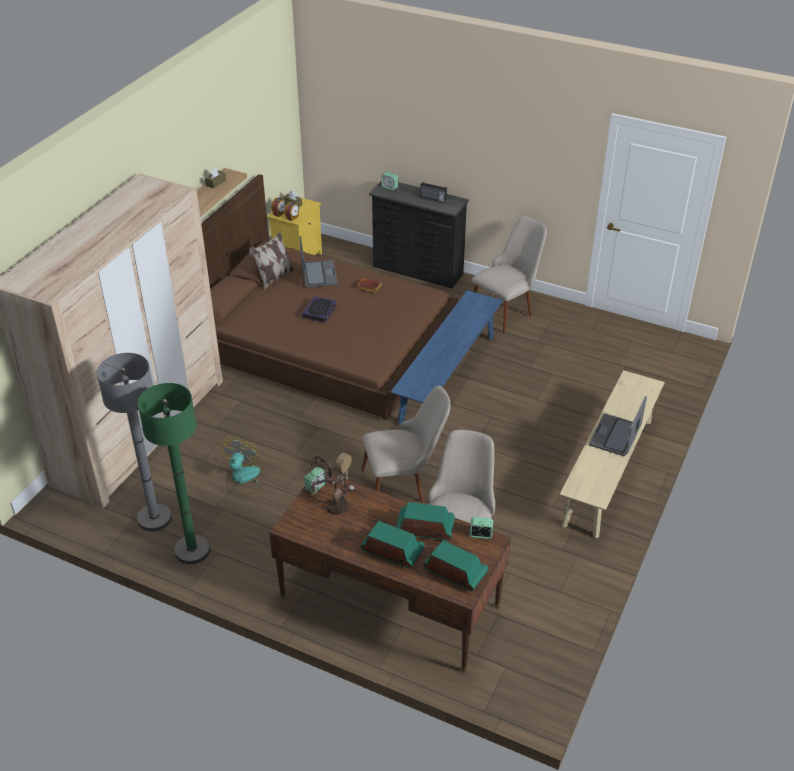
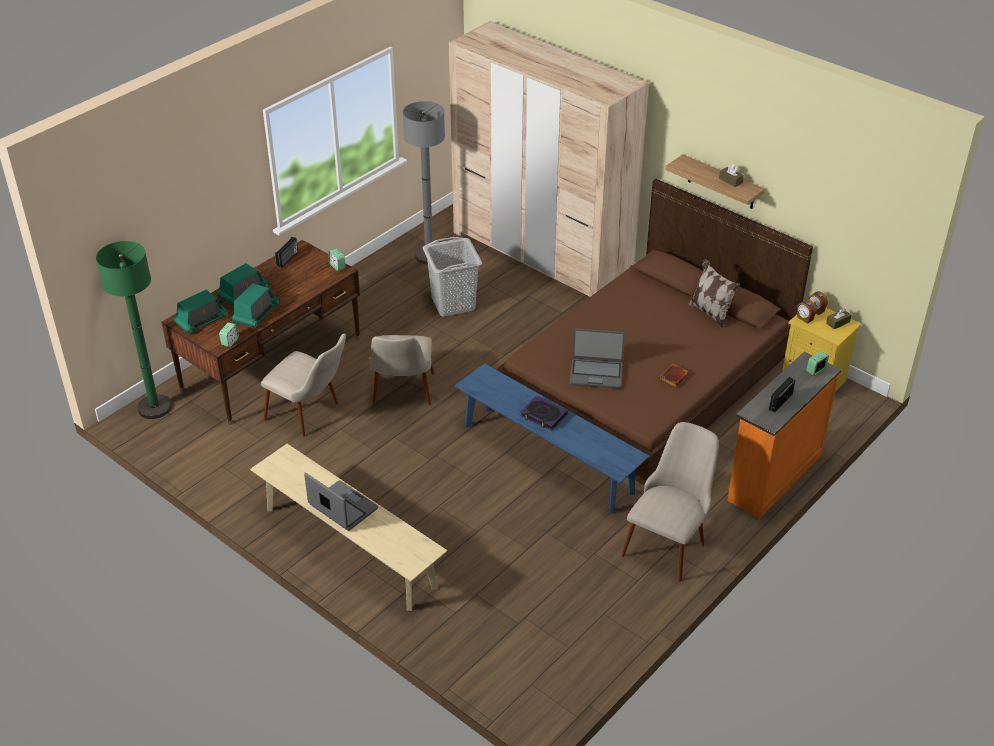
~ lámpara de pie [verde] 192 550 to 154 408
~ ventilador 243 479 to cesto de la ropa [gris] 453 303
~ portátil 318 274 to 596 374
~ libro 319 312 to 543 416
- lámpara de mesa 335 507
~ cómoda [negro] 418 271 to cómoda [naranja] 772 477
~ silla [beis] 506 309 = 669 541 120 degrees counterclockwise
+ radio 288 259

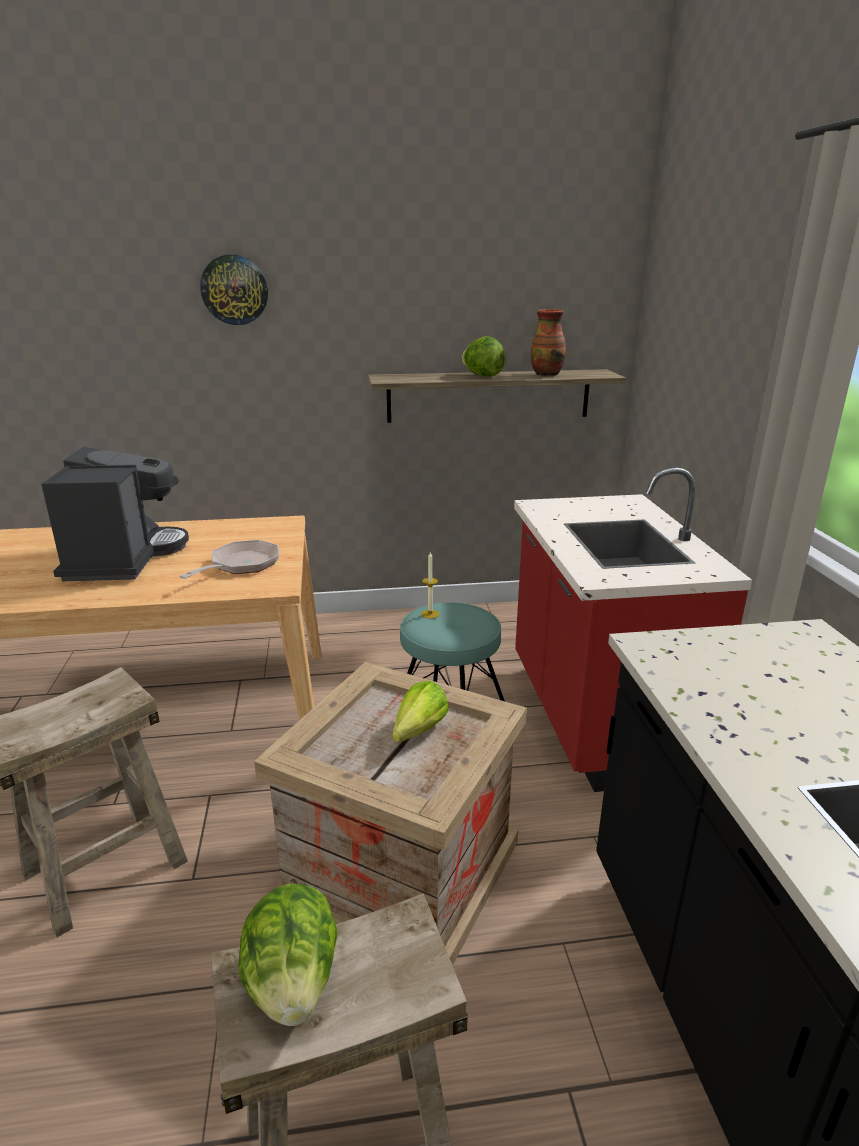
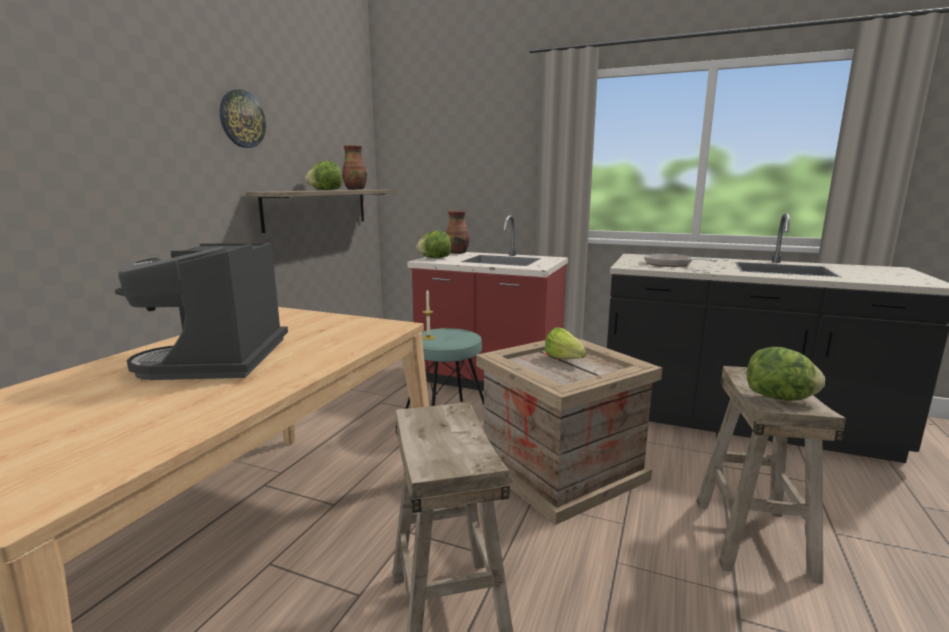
~ cafetera 123 558 = 220 360 120 degrees counterclockwise
~ sartén 241 565 to 670 264
~ reloj de pared 234 290 to 242 119
+ lechuga 434 258
+ florero 458 253

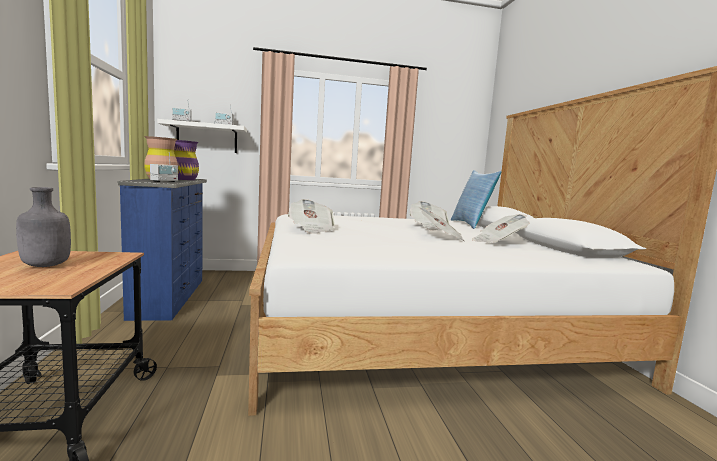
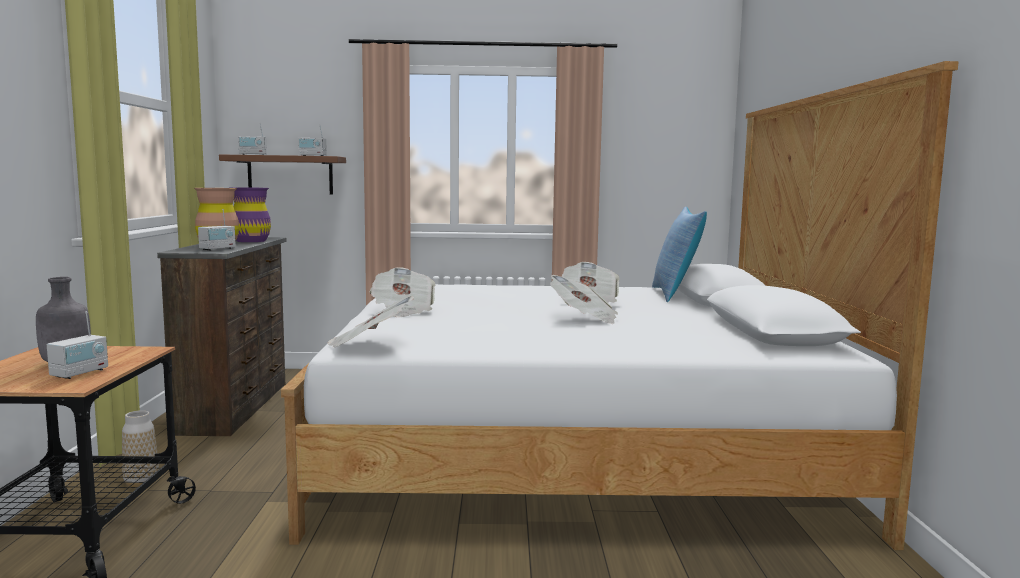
~ cómoda [azul] 171 297 to cómoda [marrón] 237 406
~ estante [blanco] 207 138 to estante [marrón] 290 175
~ periódico 498 242 to 368 345
+ radio 80 373
+ florero 141 483

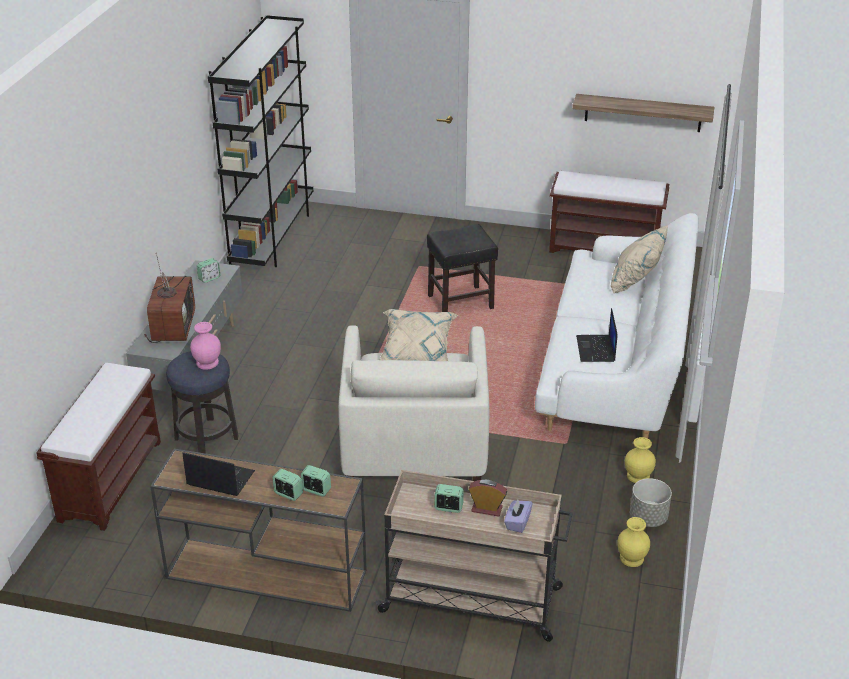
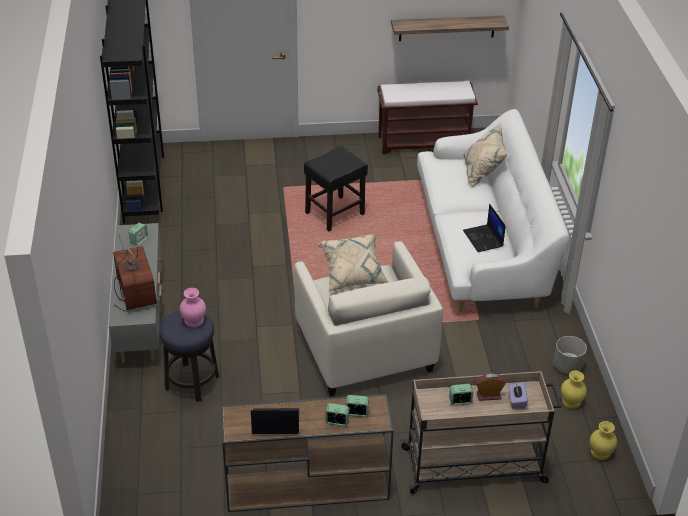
- banco [marrón] 110 479
~ florero [amarillo] 637 476 to 600 452

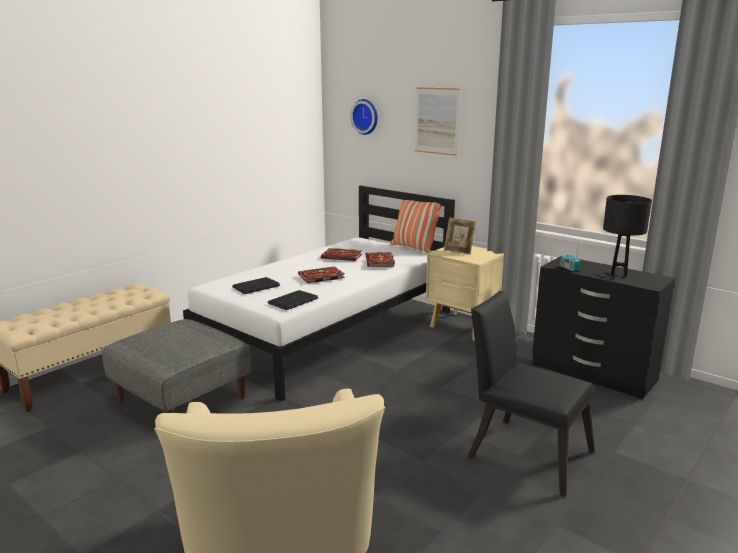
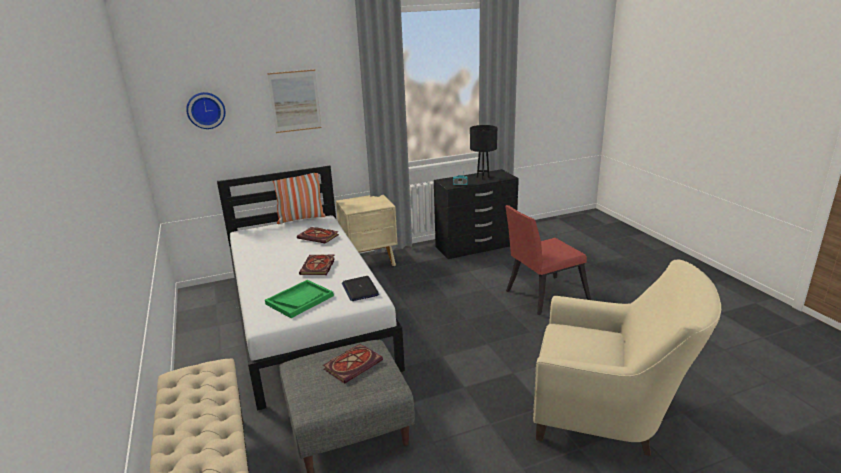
~ portátil 256 286 to bandeja [verde] 300 300
~ libro 343 256 to 353 364
- portarretratos 459 251
~ silla [negro] 524 451 to silla [rojo] 542 296

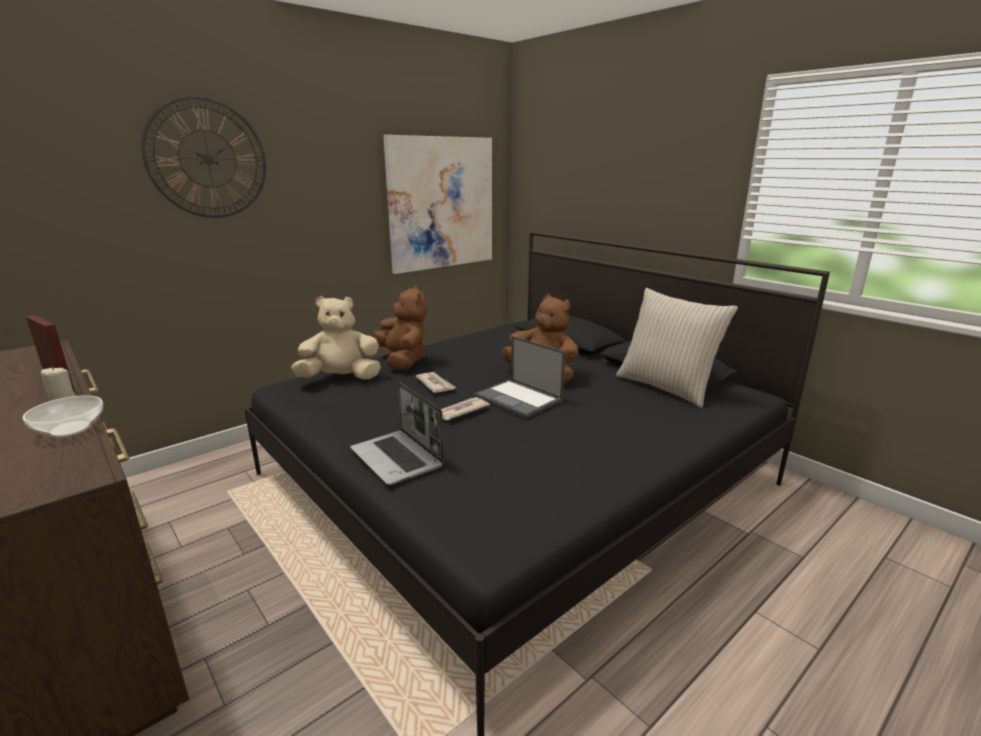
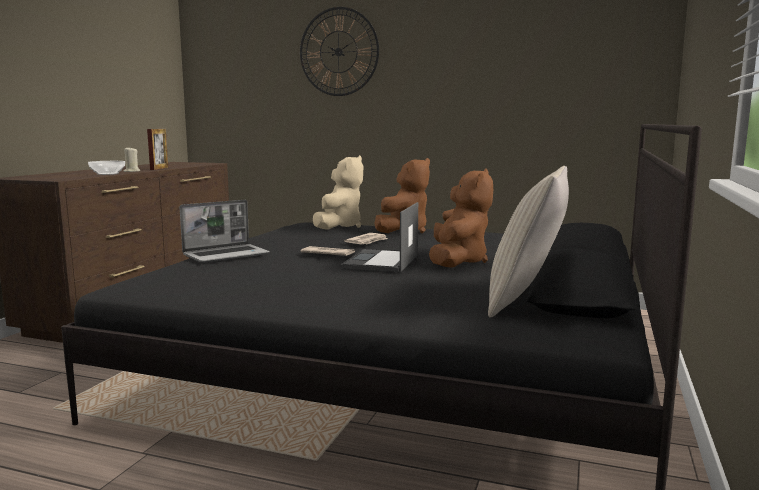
~ peluche [beis] 340 378 = 339 226 60 degrees clockwise
~ portátil 398 458 = 226 255 150 degrees counterclockwise
- cuadro 441 203

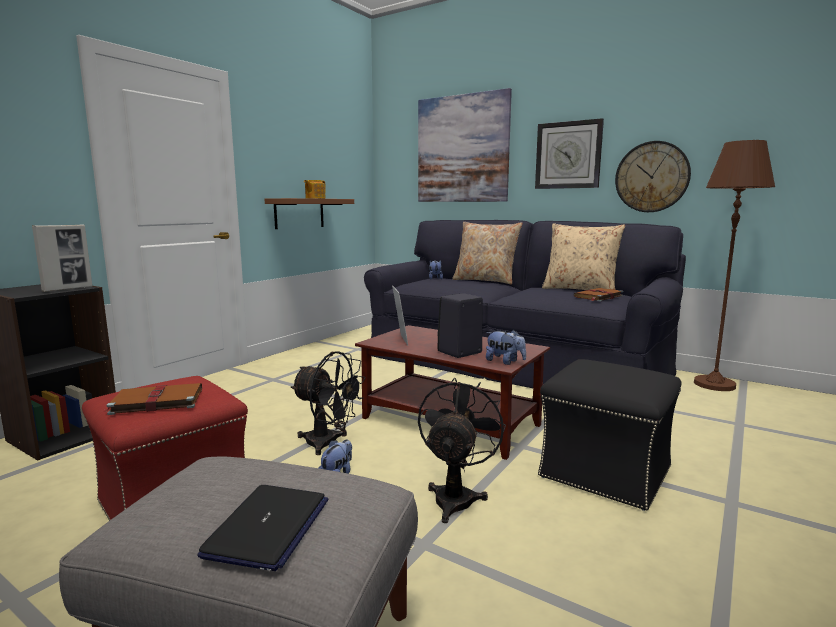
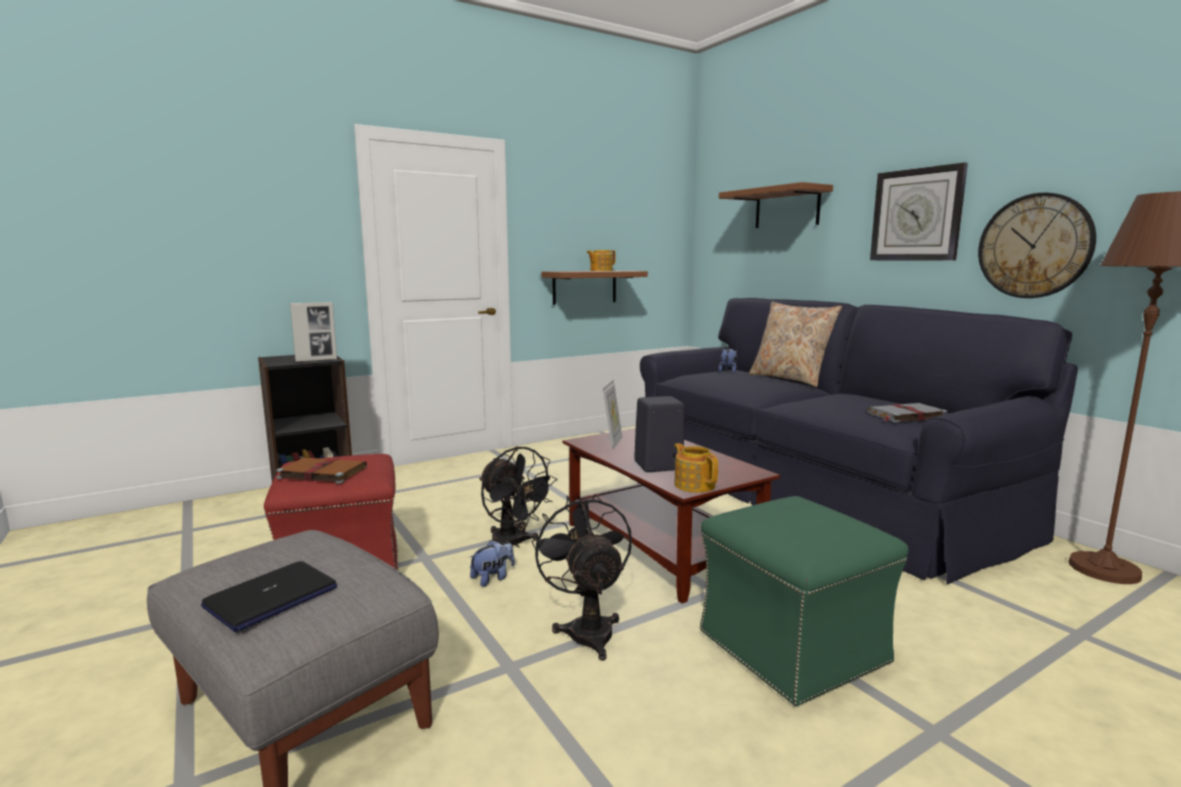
~ cuadro 462 149 to estante [marrón] 787 208
~ ventilador [negro] 456 496 = 587 629 60 degrees counterclockwise
~ peluche 505 361 to tetera 694 485
~ puf [negro] 603 471 to puf [verde] 790 646
- cojín [beis] 580 289
~ libro [marrón] 598 296 to libro [gris] 905 415

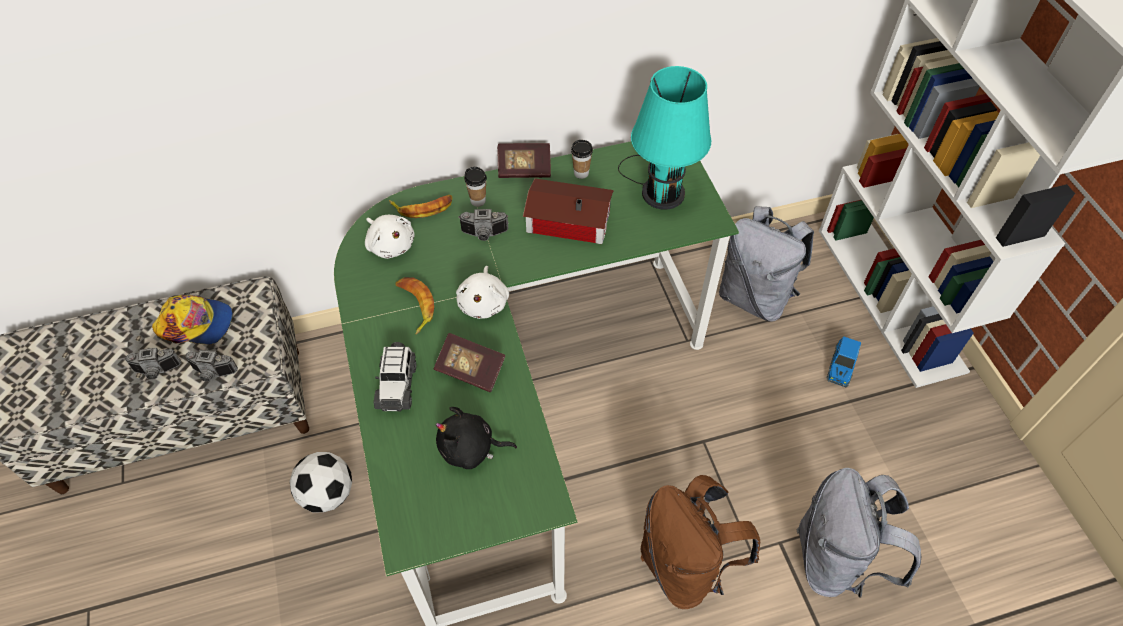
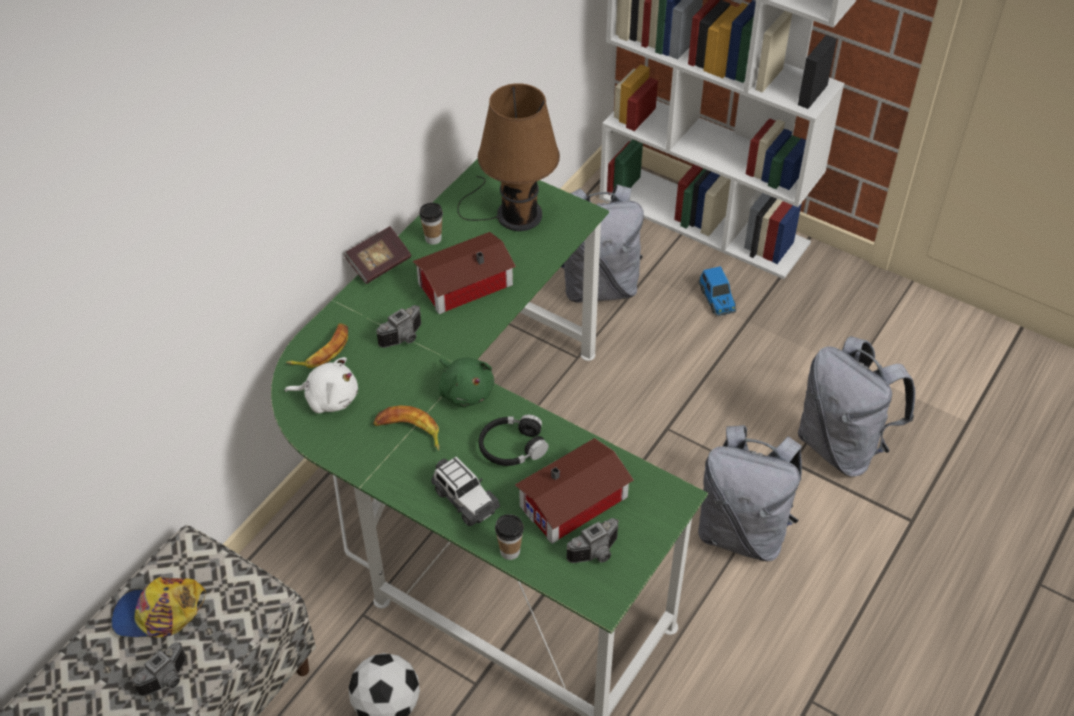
~ gorra 196 323 = 159 613 150 degrees counterclockwise
~ cámara 212 374 to 597 554
~ libro 470 370 to auriculares [negro] 512 447
~ peluche [negro] 471 449 to casita 577 502
~ peluche [blanco] 484 302 to peluche [verde] 465 391
~ taza 478 201 to 510 551
~ lámpara de mesa [turquesa] 660 190 to lámpara de mesa [marrón] 514 214
~ mochila [marrón] 685 565 to mochila [gris] 742 530

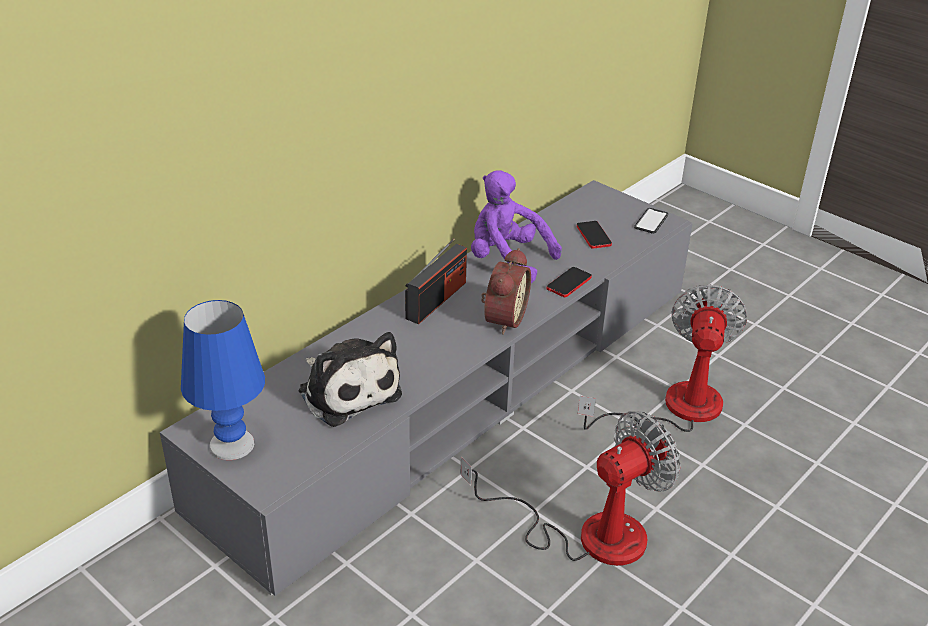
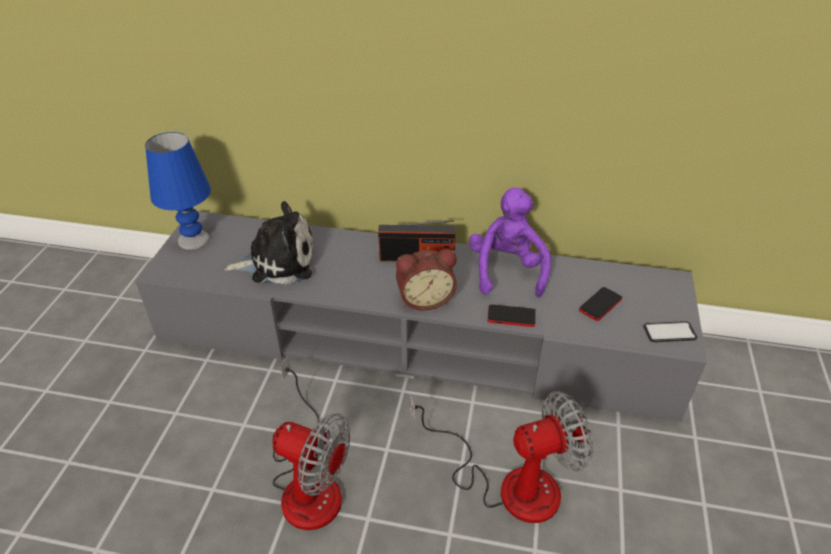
~ peluche 347 390 = 278 261 120 degrees counterclockwise

